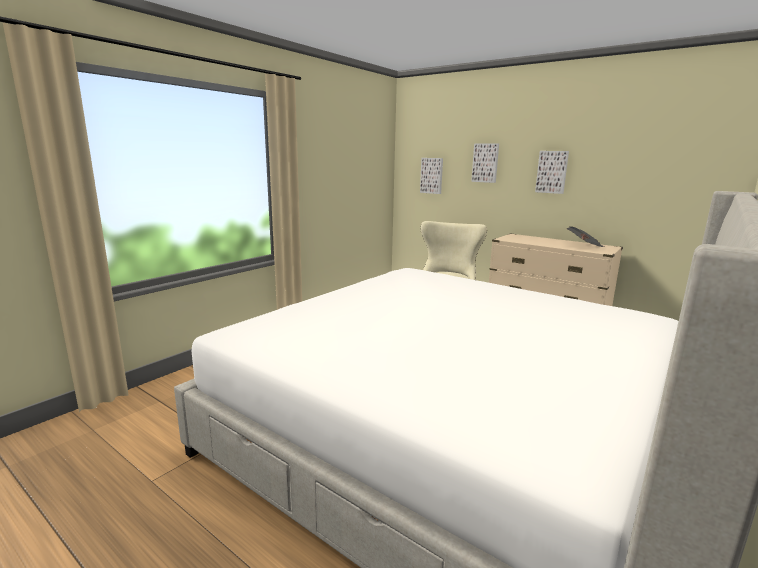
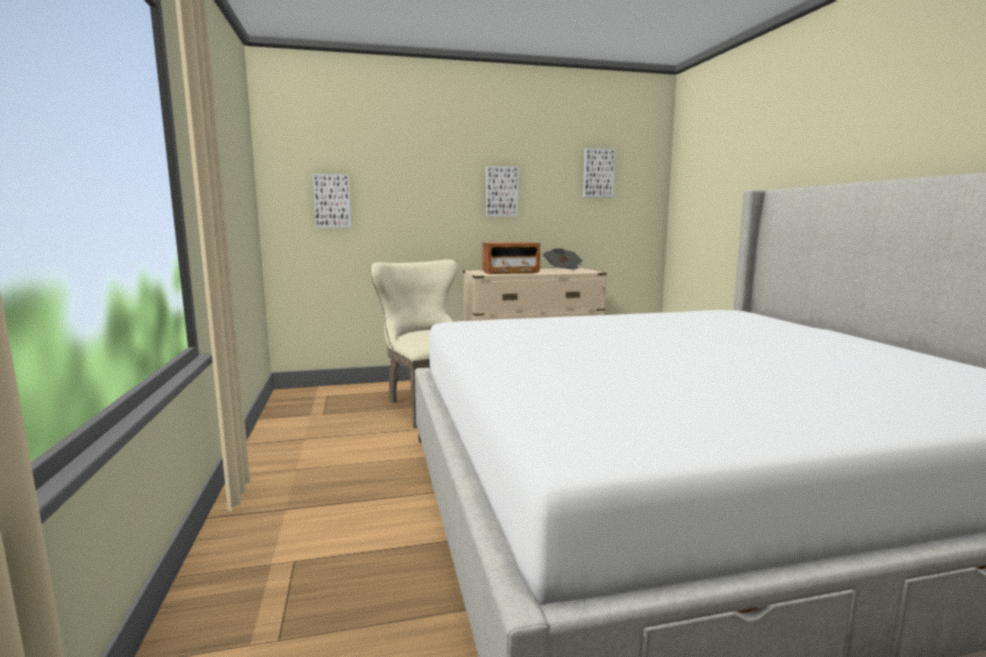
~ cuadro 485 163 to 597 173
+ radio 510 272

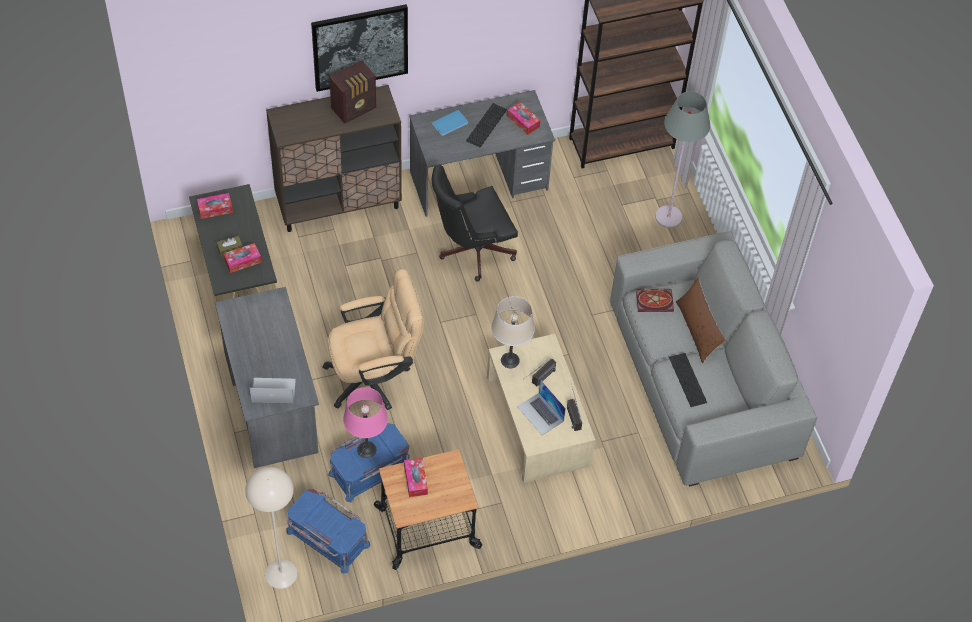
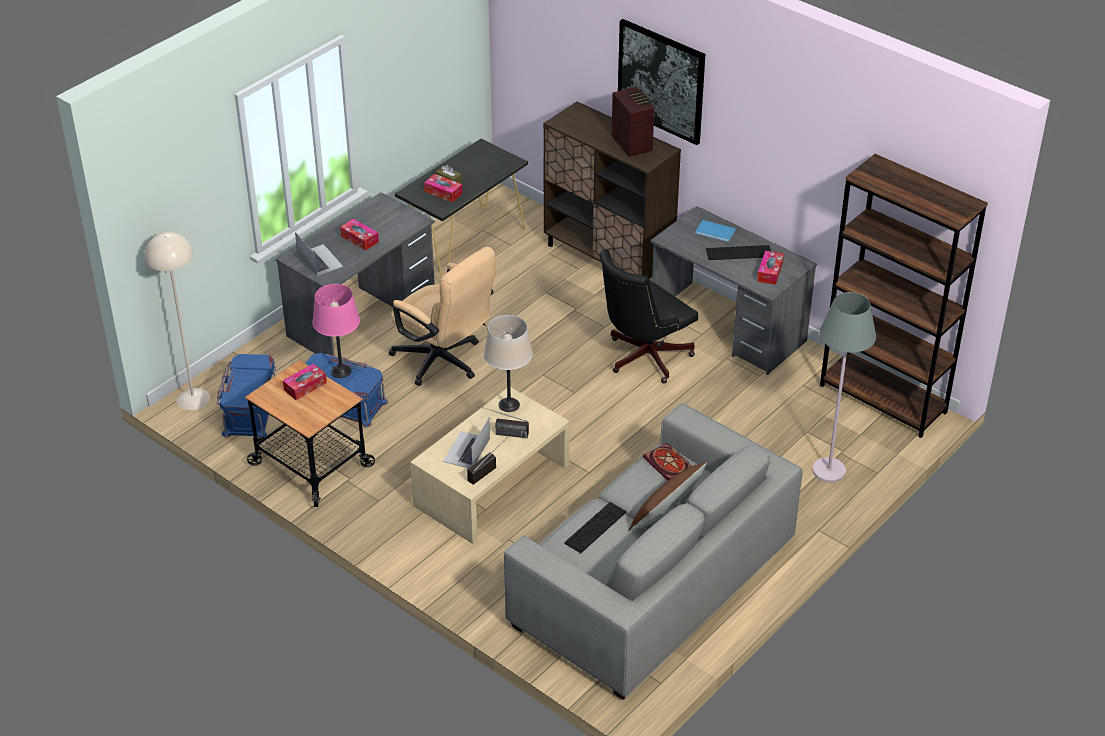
~ caja de pañuelos 215 209 to 359 239
~ radio 355 108 = 632 143 135 degrees counterclockwise
~ silla de oficina [negro] 471 250 = 643 358 75 degrees counterclockwise

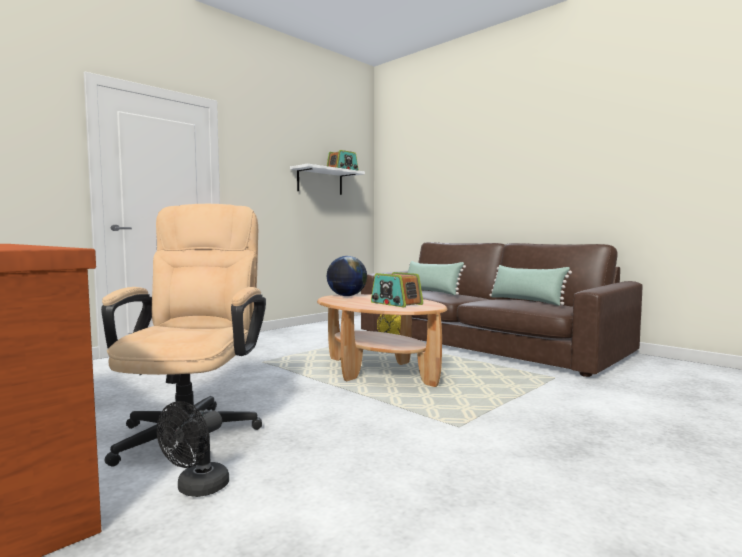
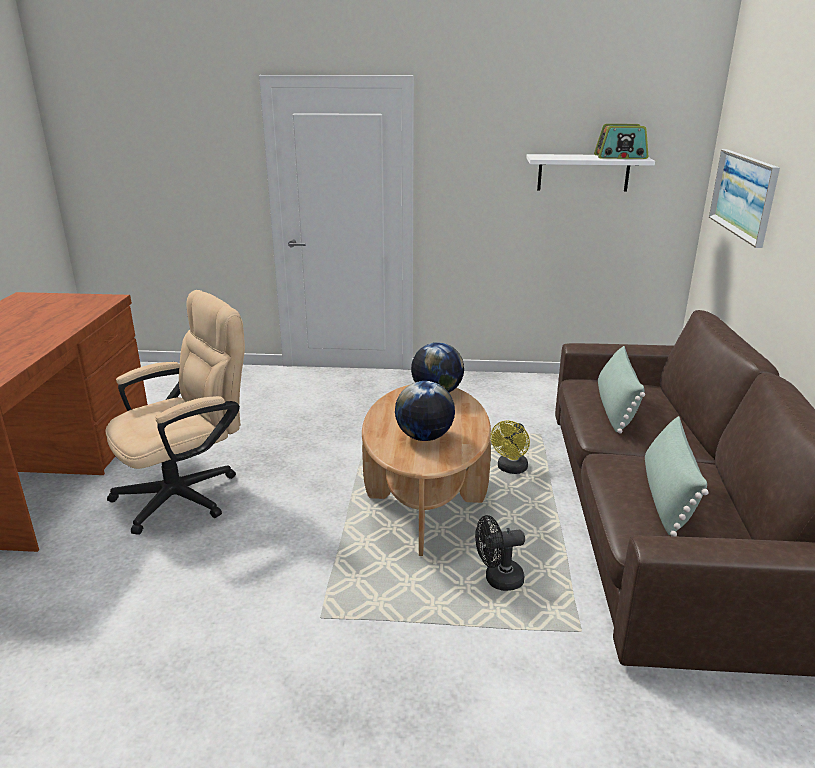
~ ventilador [negro] 197 489 to 498 579
~ radio 396 303 to globo terráqueo 424 437
+ cuadro 743 195

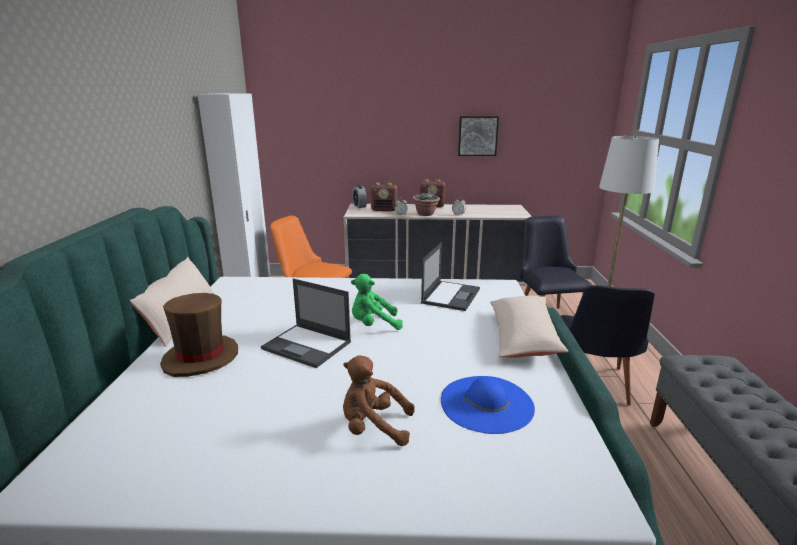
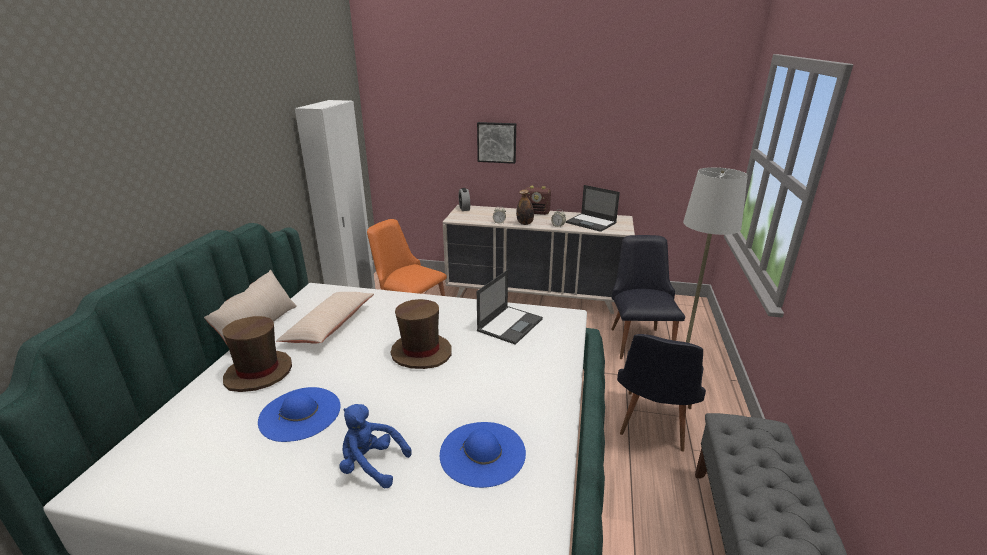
~ portátil 308 345 to 591 223
~ peluche [marrón] 373 427 to peluche [azul] 371 465
~ peluche [verde] 373 325 to sombrero [marrón] 421 352
- radio 384 210
~ planta en maceta 426 214 to botella 525 223
~ cuadro 477 136 to 497 142
~ cojín [beis] 523 336 to 330 326
+ sombrero [azul] 300 413

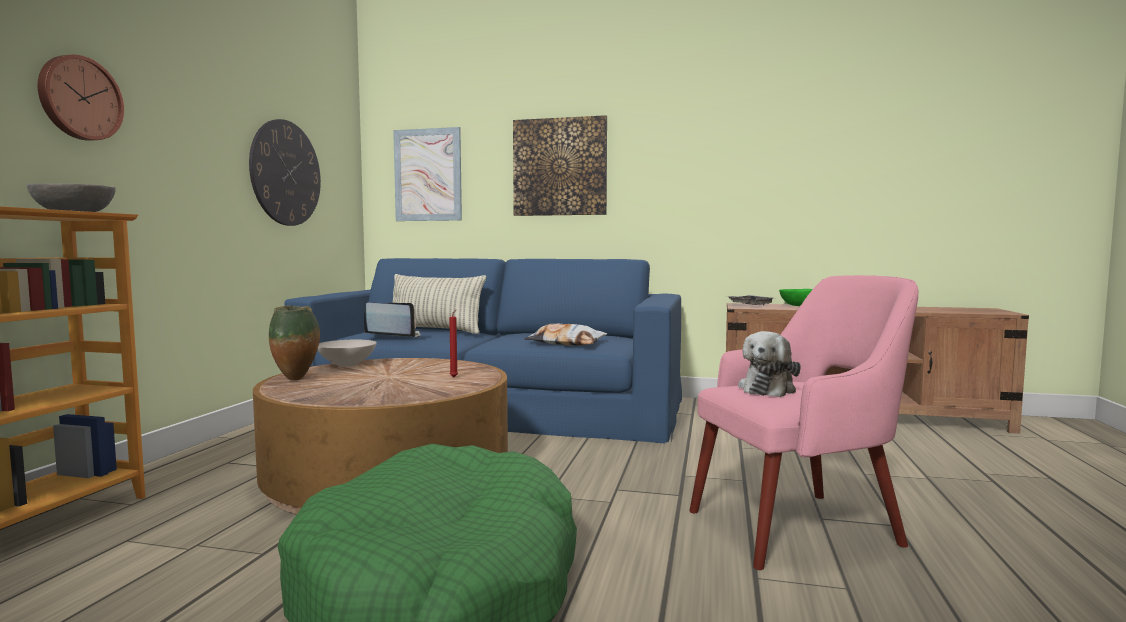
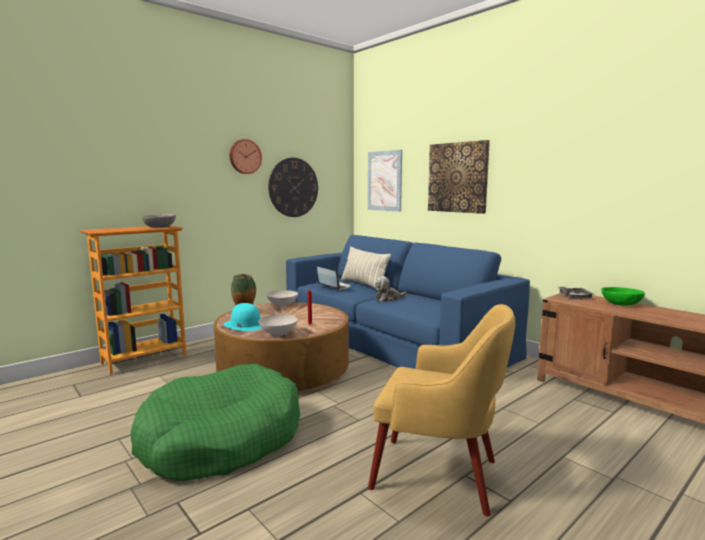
~ reloj de pared 79 98 to 245 156
- cojín 565 343
~ sillón [rosa] 799 527 to sillón [amarillo] 439 475
~ peluche 768 389 to 388 298
+ sombrero [turquesa] 245 324
+ cuenco [blanco] 278 334

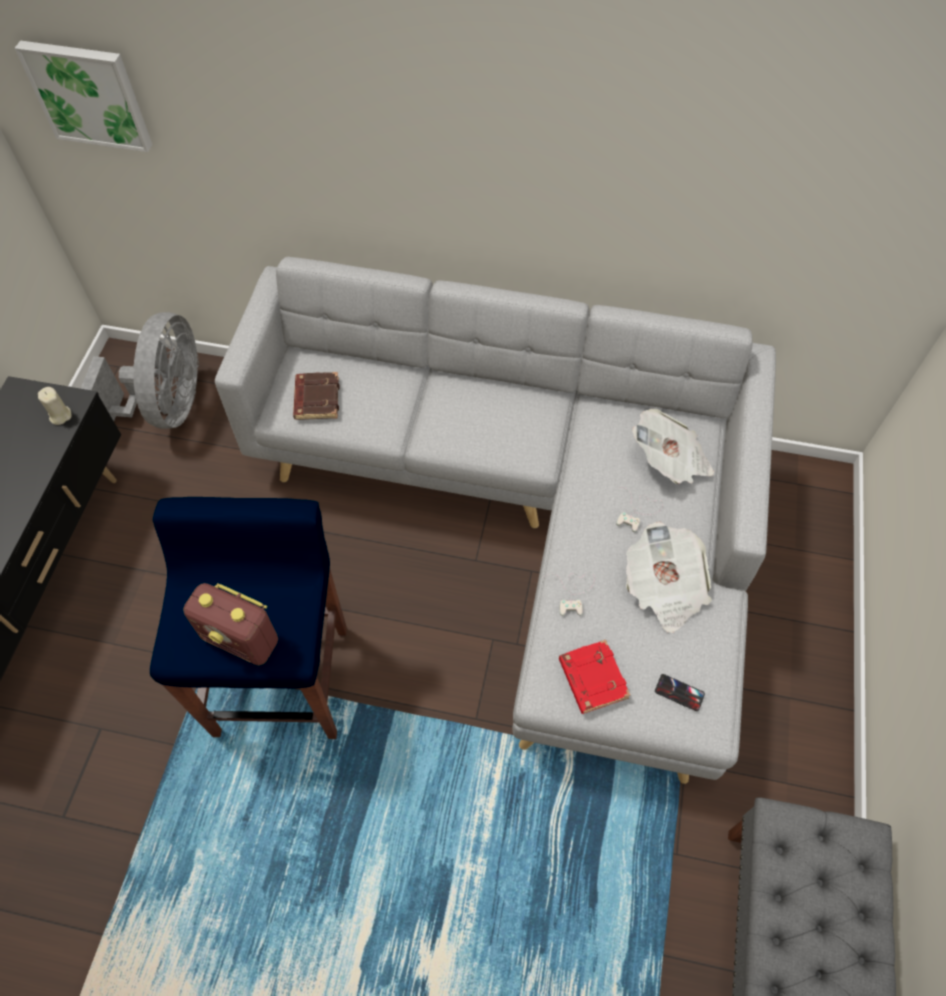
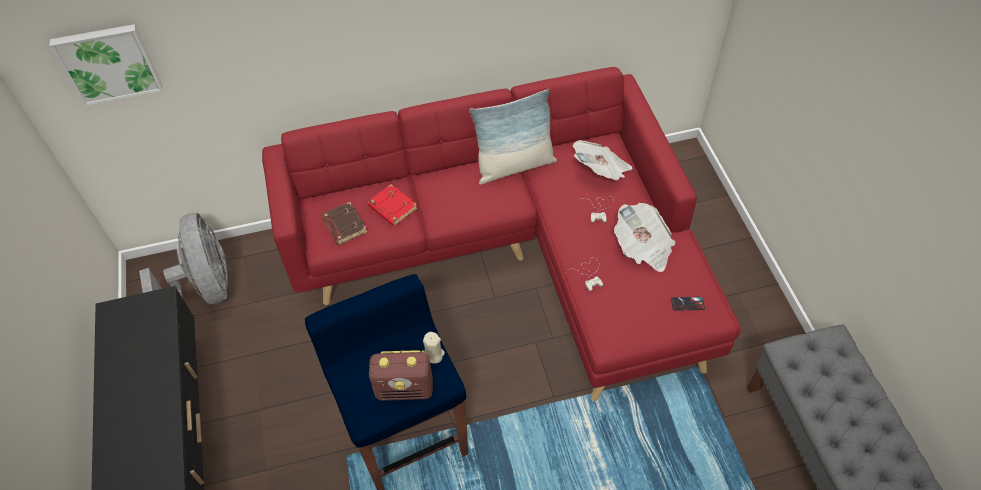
~ vela [beis] 60 415 to 433 354
~ sofá [gris] 532 528 to sofá [rojo] 520 260
~ libro [rojo] 591 678 to 392 208
+ cojín 514 166

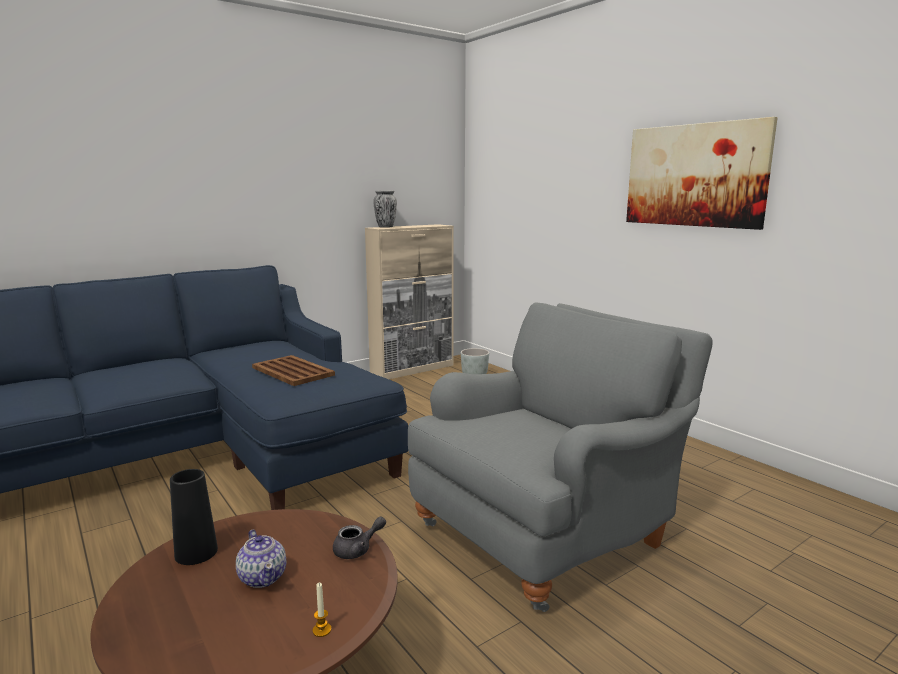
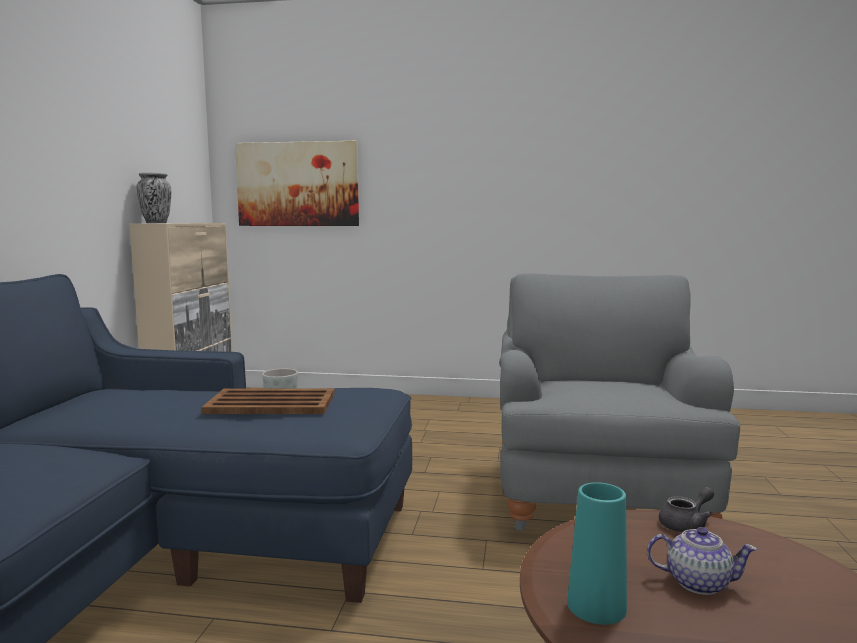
~ florero [negro] 196 552 to florero [turquesa] 596 606
- vela 322 630
~ tetera [gris] 357 550 = 686 524 45 degrees clockwise
~ cuadro 694 175 to 297 184

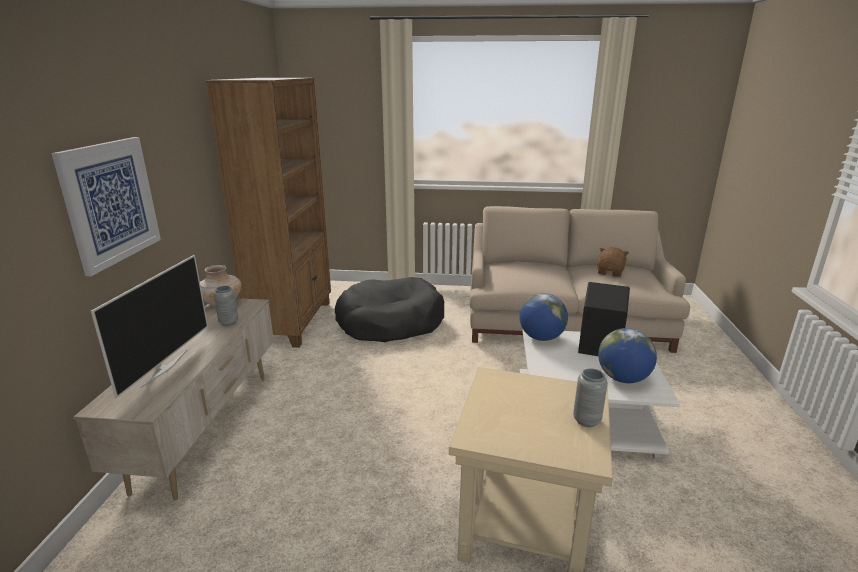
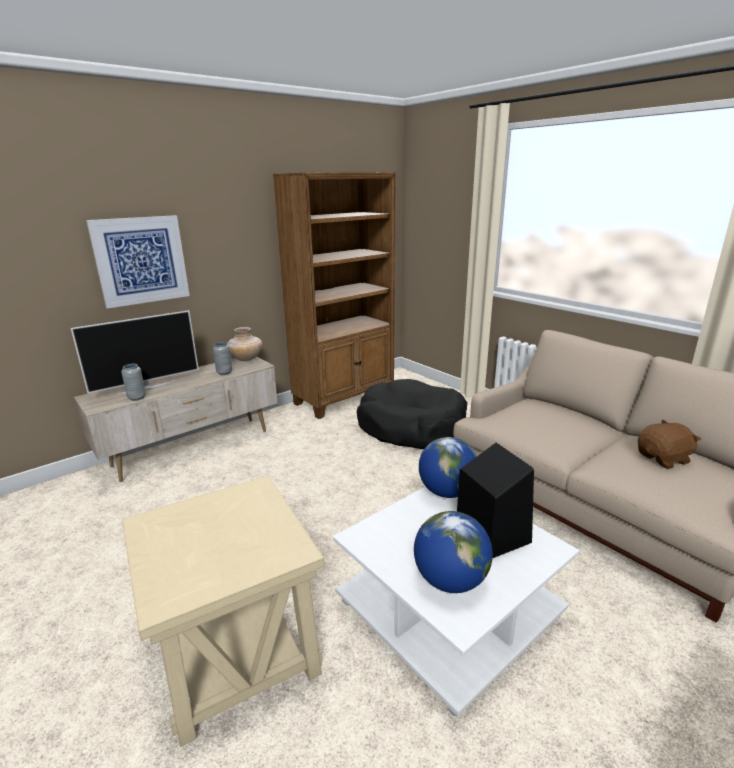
~ florero [gris] 586 420 to 137 398

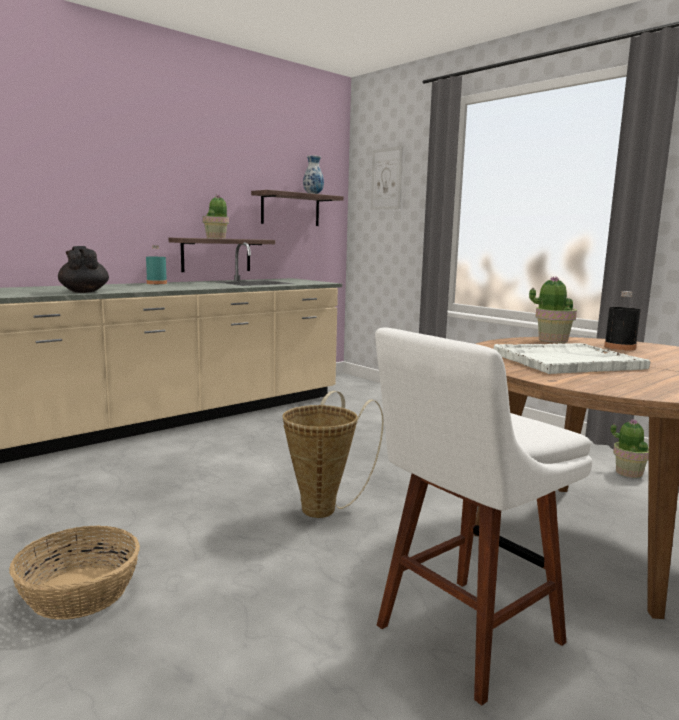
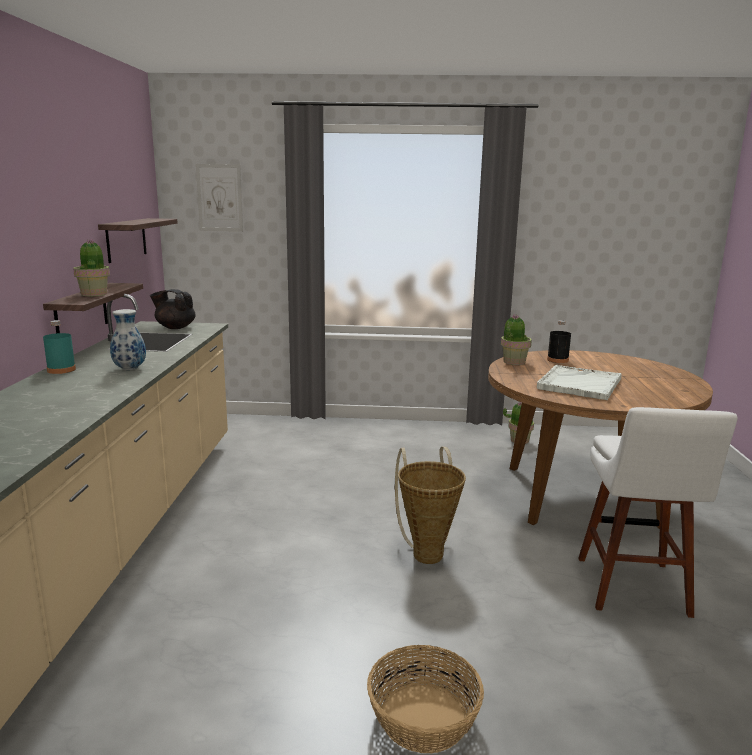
~ tetera [negro] 84 292 to 175 327
~ florero 313 194 to 130 369

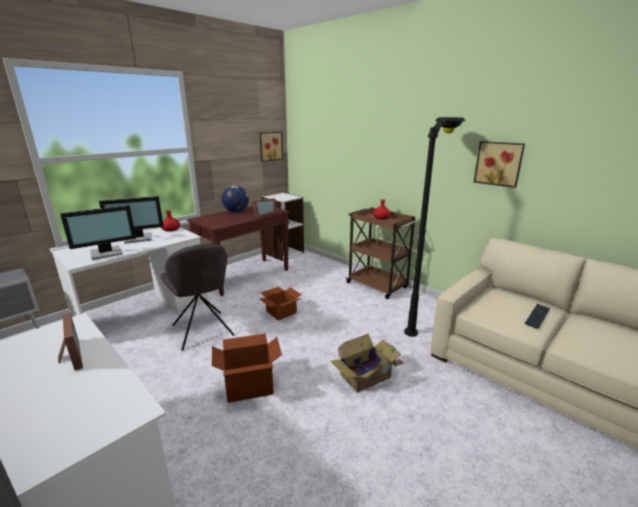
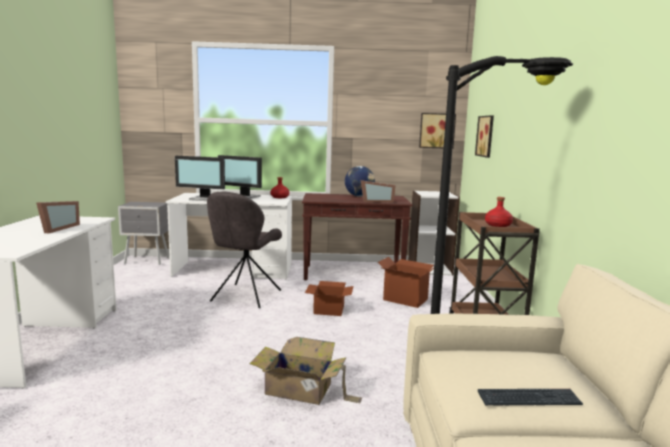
~ caja de cartón 249 386 to 405 299
~ cuadro 499 163 to 486 136

